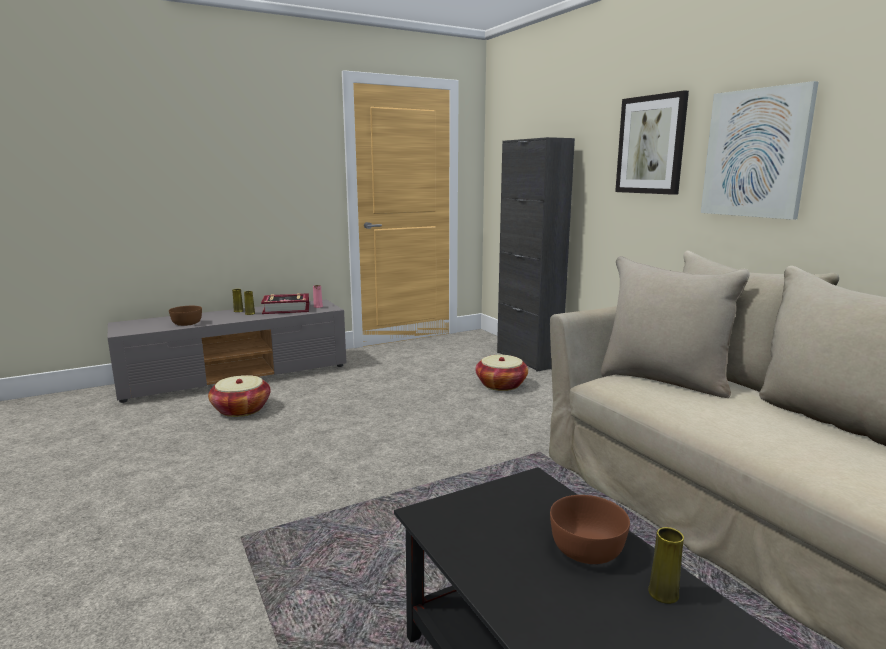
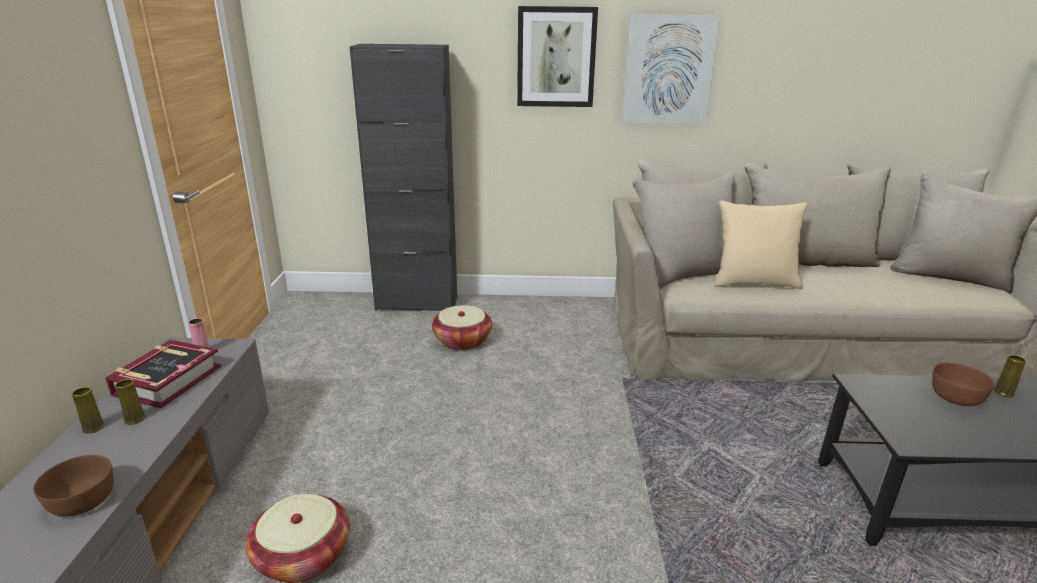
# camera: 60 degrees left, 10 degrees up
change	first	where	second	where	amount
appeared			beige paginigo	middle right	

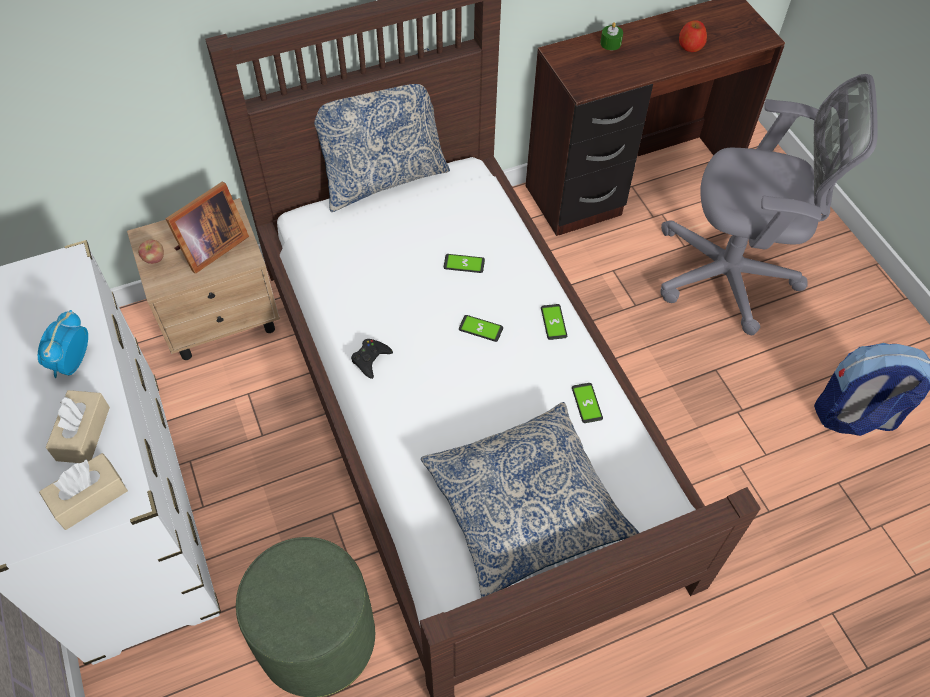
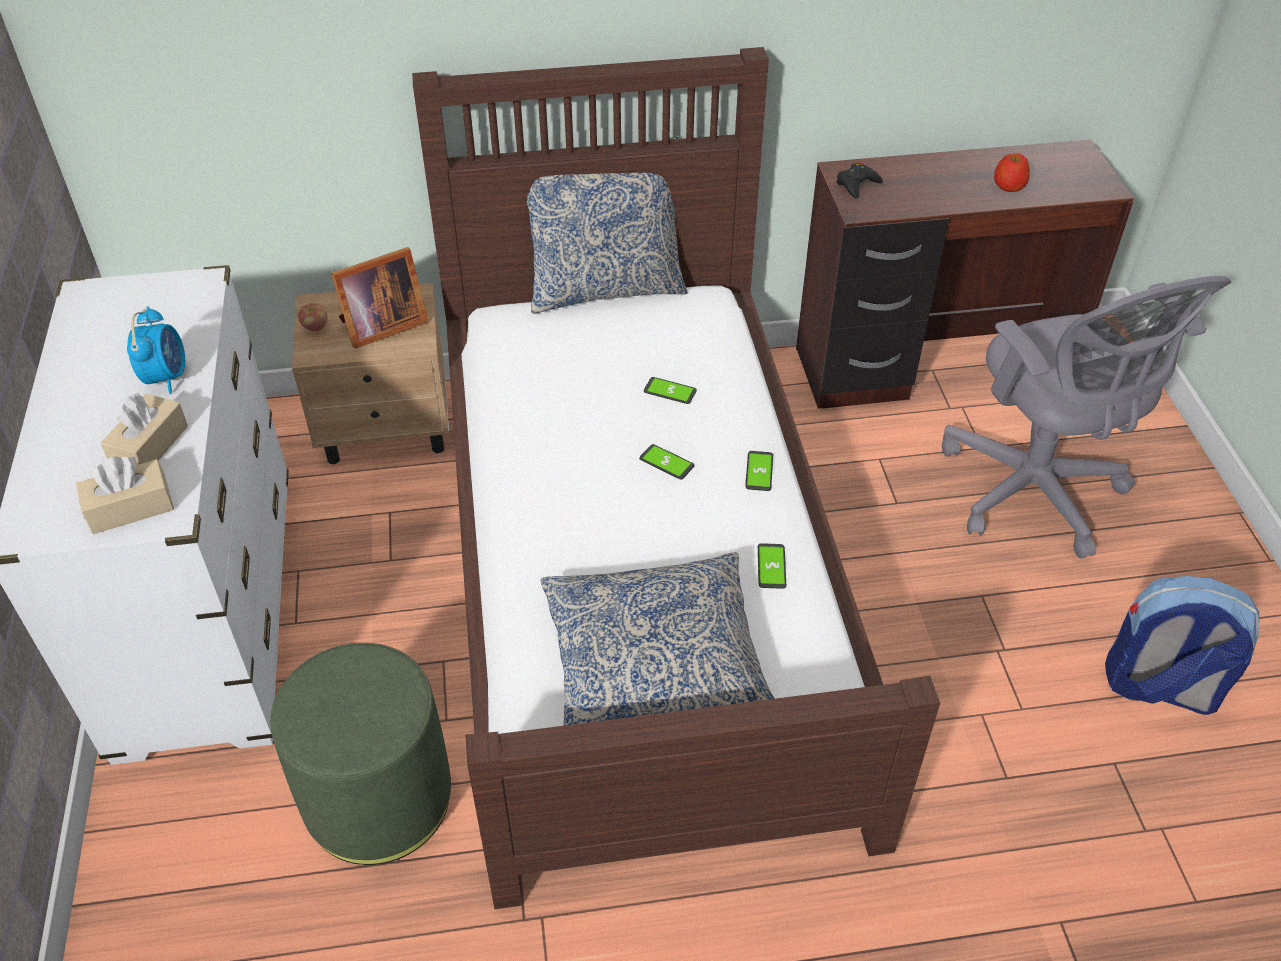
# camera: 15 degrees right, 10 degrees down
change	first	where	second	where	amount
missing	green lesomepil	top centre			
spun	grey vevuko	top right		middle right	45 degrees clockwise
spun	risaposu	middle left		middle left	150 degrees clockwise
relocated	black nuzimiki	centre		top right	

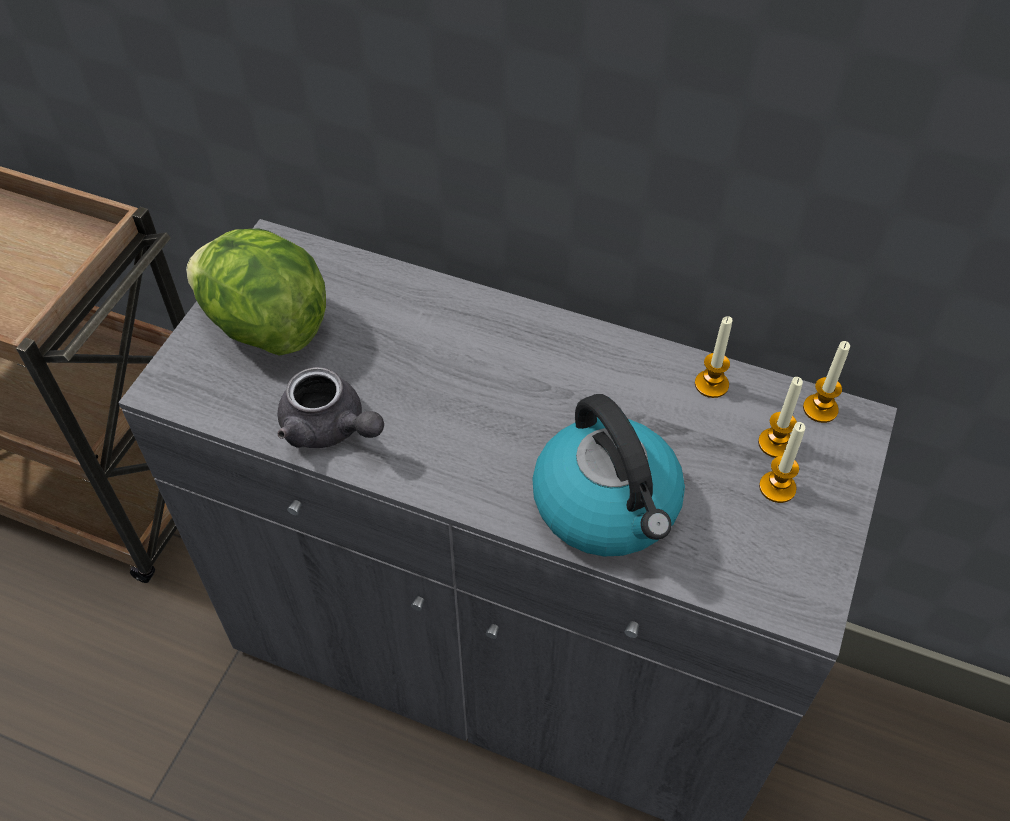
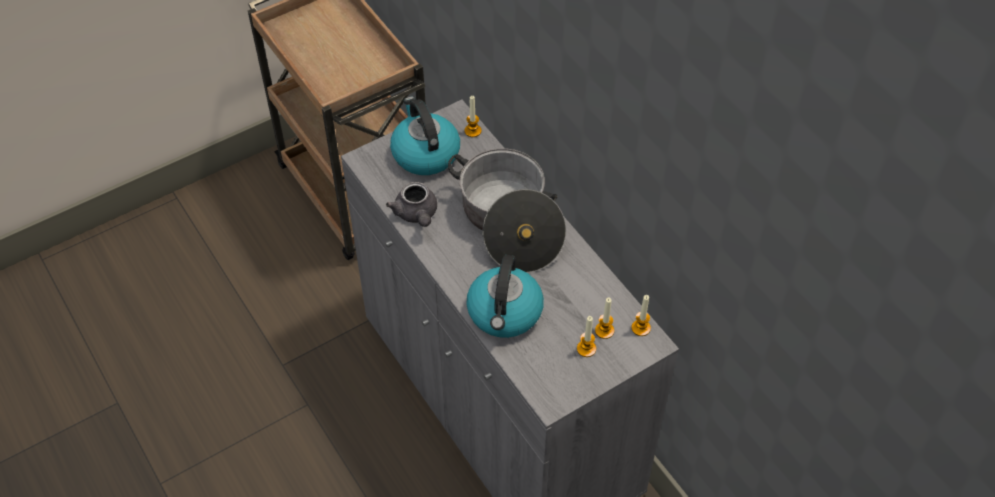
# camera: 35 degrees right, 0 degrees up
change	first	where	second	where	amount
exchanged	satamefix	middle left	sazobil (no. 1 from left)	top centre	
relocated	lesomepil (no. 1 from left)	middle right		top centre	
appeared			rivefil	centre	

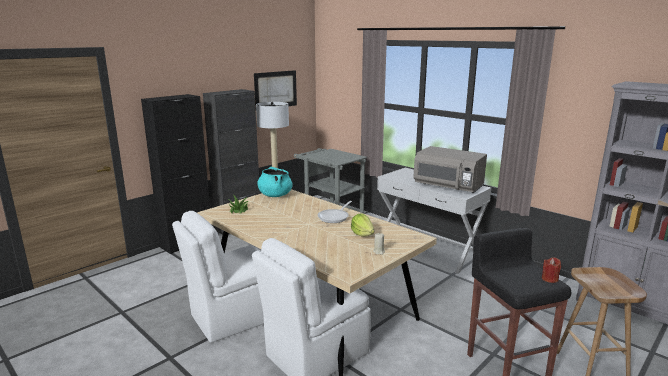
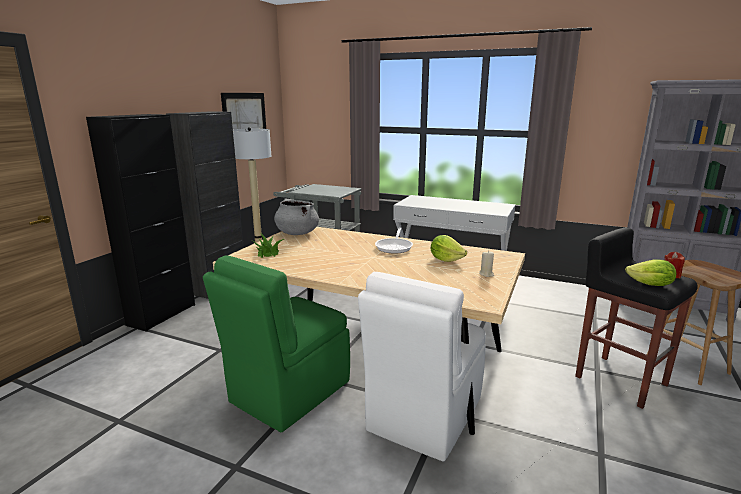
# camera: 20 degrees left, 0 degrees up
change	first	where	second	where	amount
missing	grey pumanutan	middle right			
colour	turquoise rivefil	centre	grey rivefil	centre	
colour	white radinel (no. 1 from left)	bottom left	green radinel	bottom centre	
appeared			satamefix (no. 2 from left)	middle right	

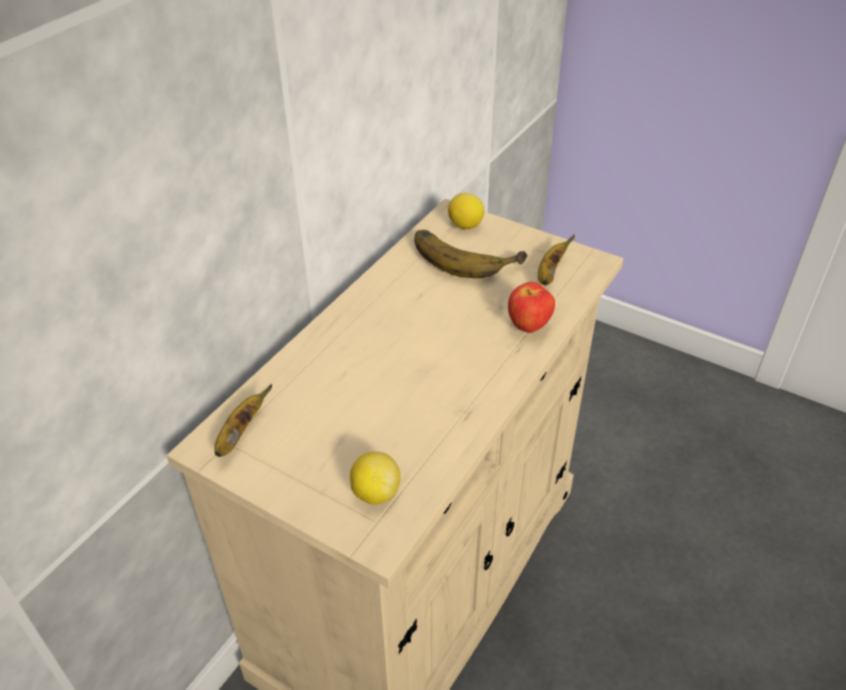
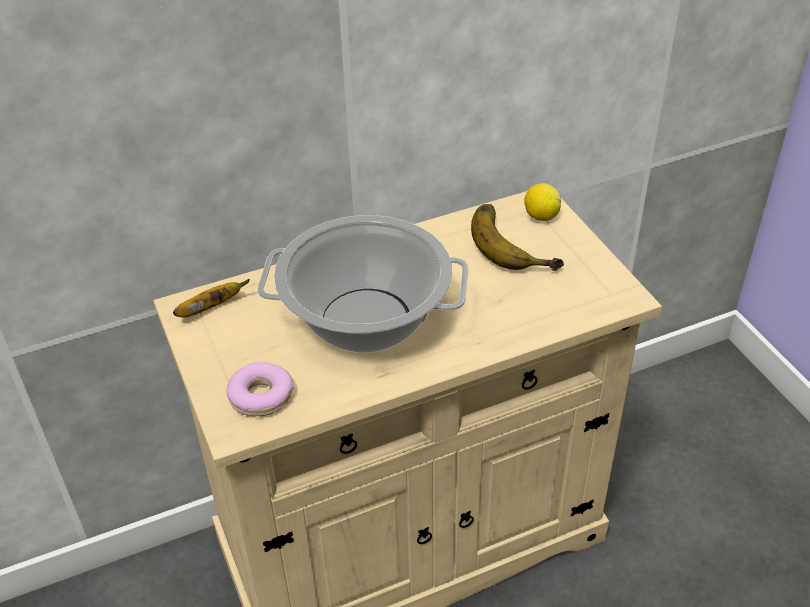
# camera: 35 degrees right, 0 degrees up
change	first	where	second	where	amount
missing	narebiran (no. 3 from left)	centre			
missing	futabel	centre			
exchanged	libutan (no. 1 from left)	bottom centre	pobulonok	middle left	
appeared			rivefil	centre	

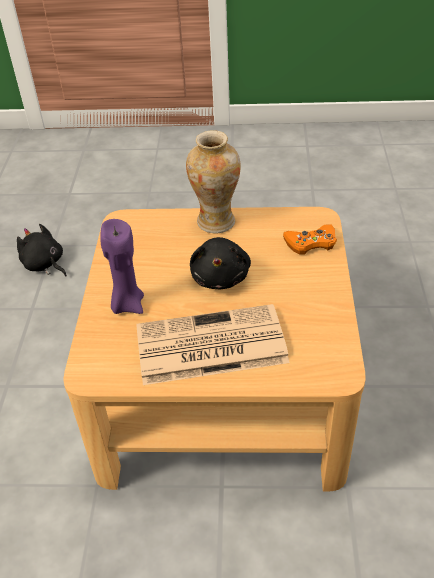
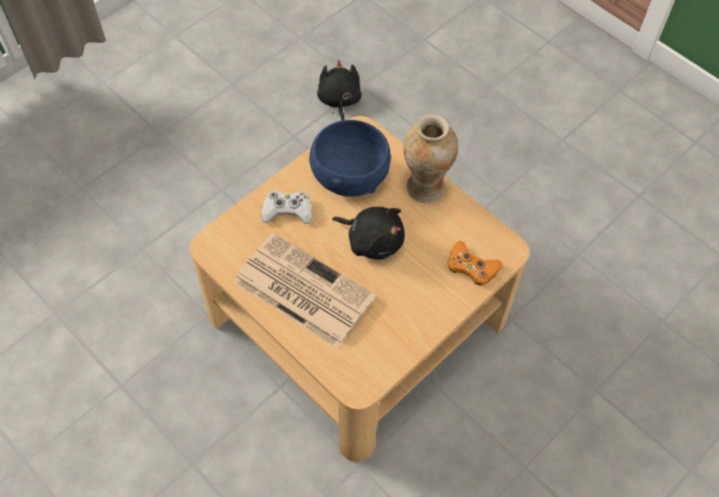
# camera: 40 degrees right, 15 degrees up
change	first	where	second	where	amount
exchanged	purple lesomepil	middle left	white nuzimiki	centre	
spun	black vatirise (no. 2 from left)	centre		centre	105 degrees counterclockwise
appeared			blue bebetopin	top centre	

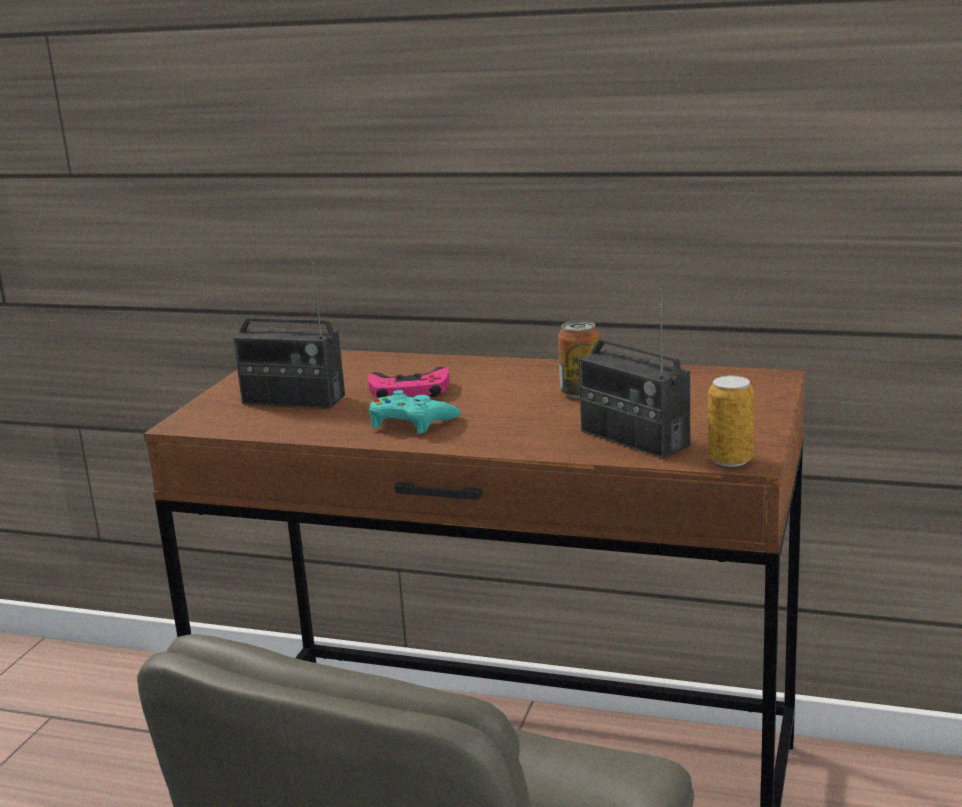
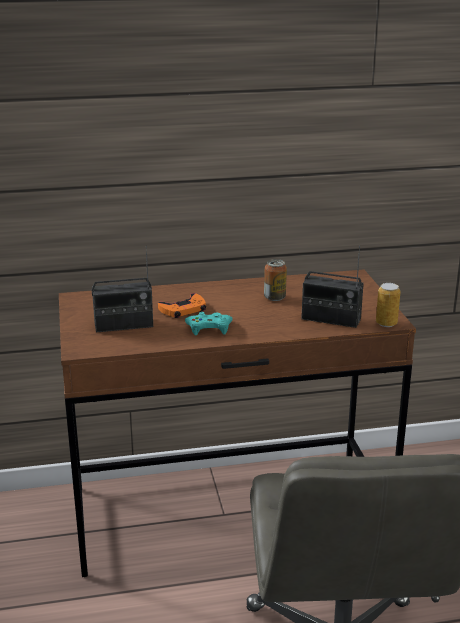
# camera: 30 degrees left, 5 degrees up
change	first	where	second	where	amount
colour	pink nuzimiki	centre	orange nuzimiki	centre	

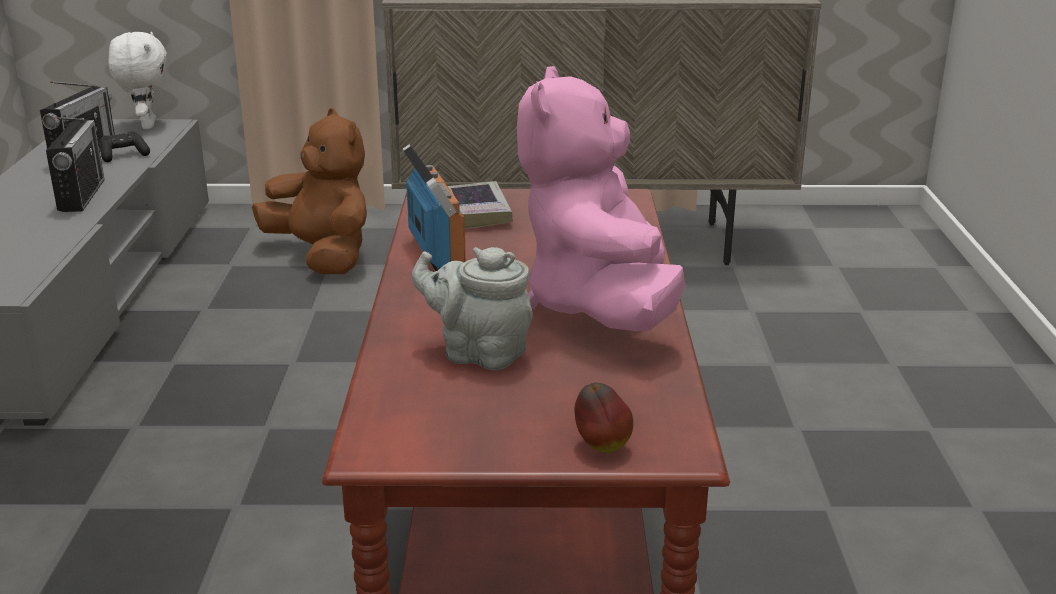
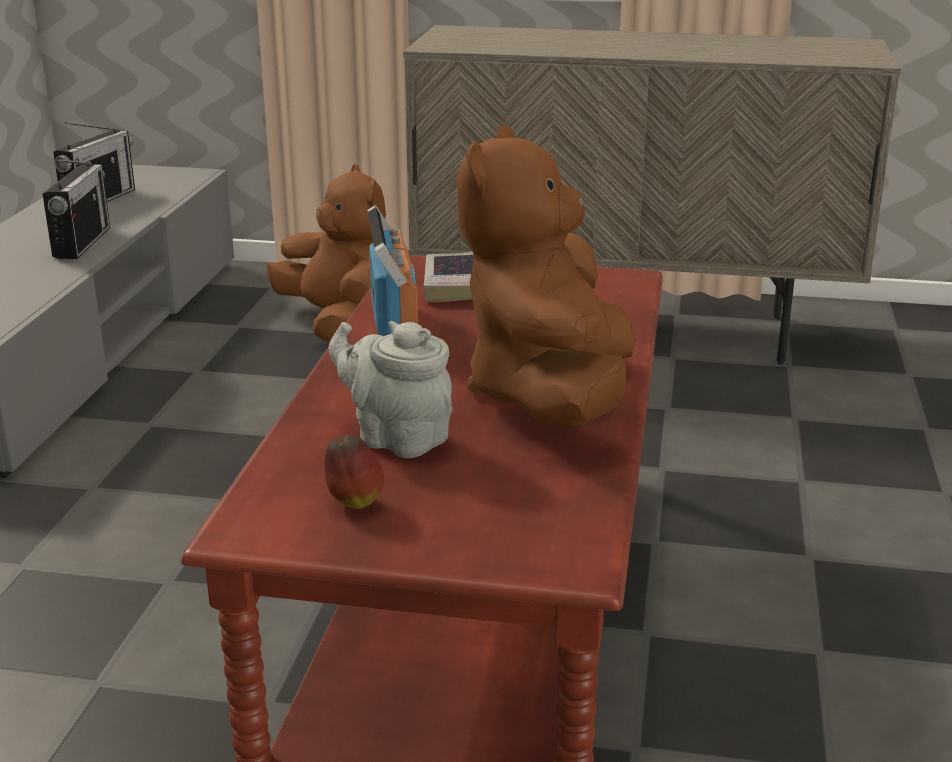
# camera: 10 degrees right, 0 degrees up
change	first	where	second	where	amount
missing	white vatirise	top left			
colour	pink vatirise	centre	brown vatirise (no. 2 from left)	centre	
missing	black nuzimiki	top left			
relocated	futabel	bottom centre		centre	

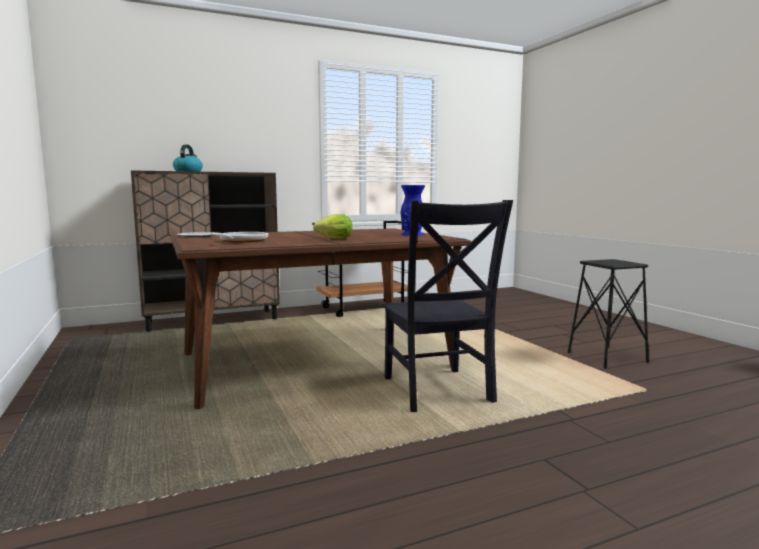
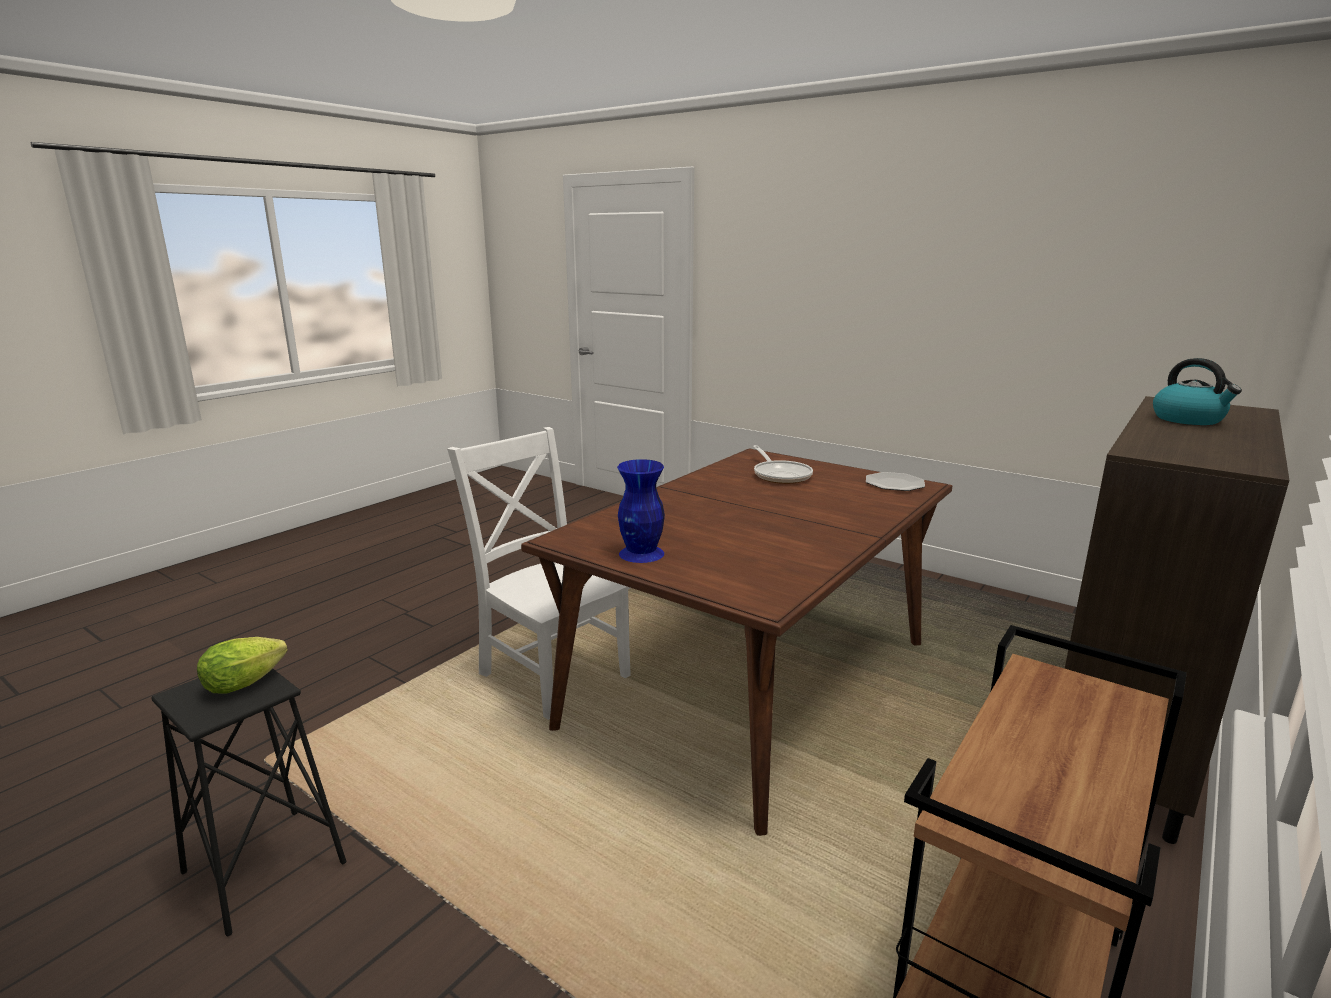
# camera: 150 degrees right, 10 degrees up
change	first	where	second	where	amount
colour	black radinel	centre	white radinel	centre	
relocated	satamefix	centre		middle left	

